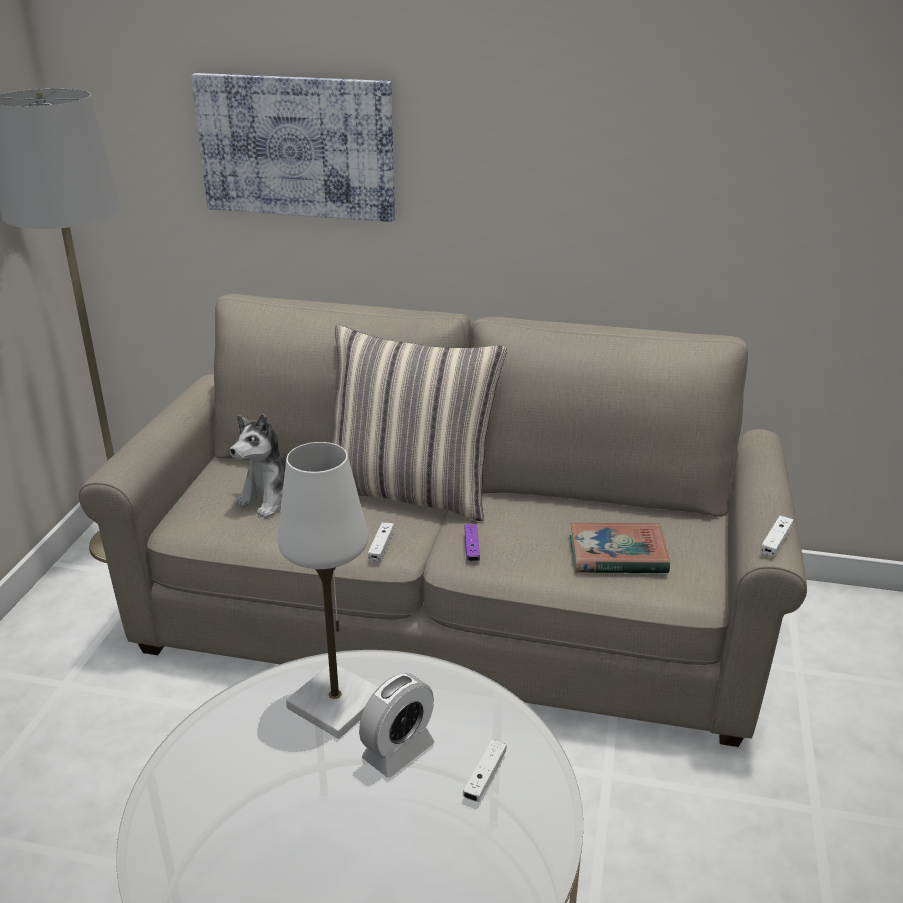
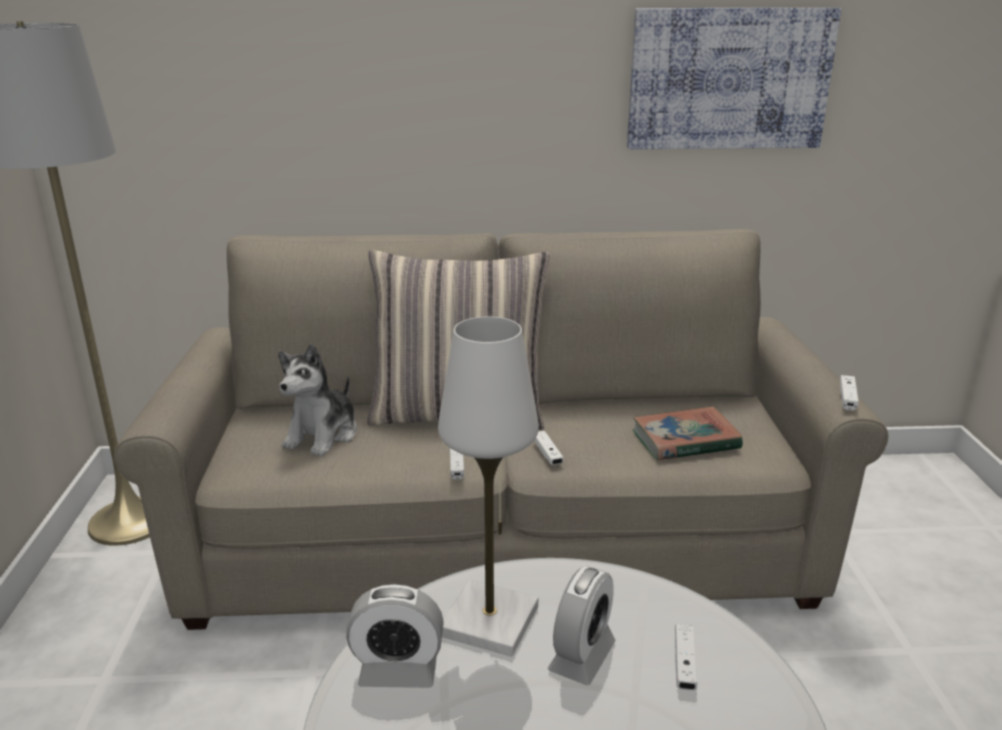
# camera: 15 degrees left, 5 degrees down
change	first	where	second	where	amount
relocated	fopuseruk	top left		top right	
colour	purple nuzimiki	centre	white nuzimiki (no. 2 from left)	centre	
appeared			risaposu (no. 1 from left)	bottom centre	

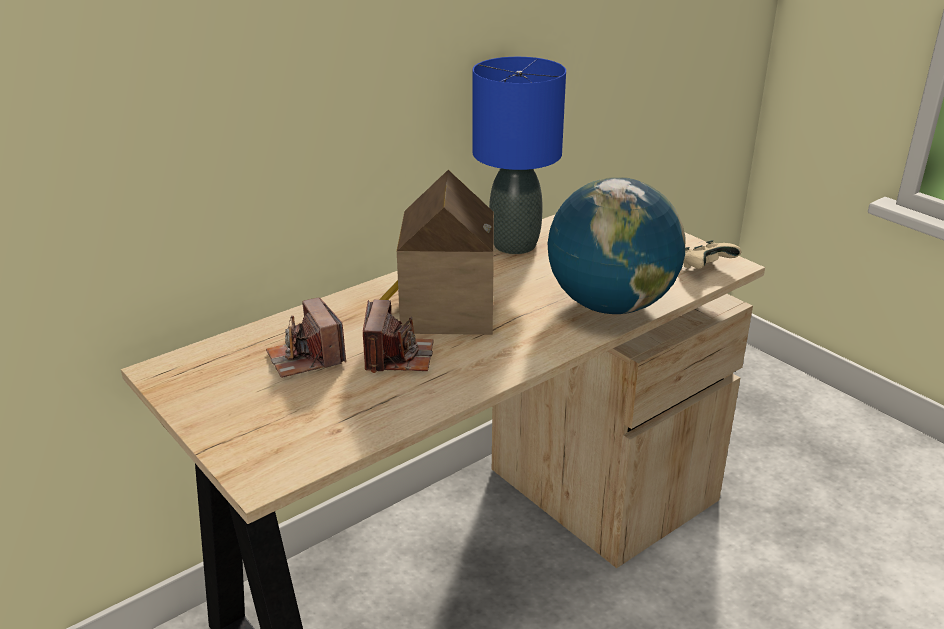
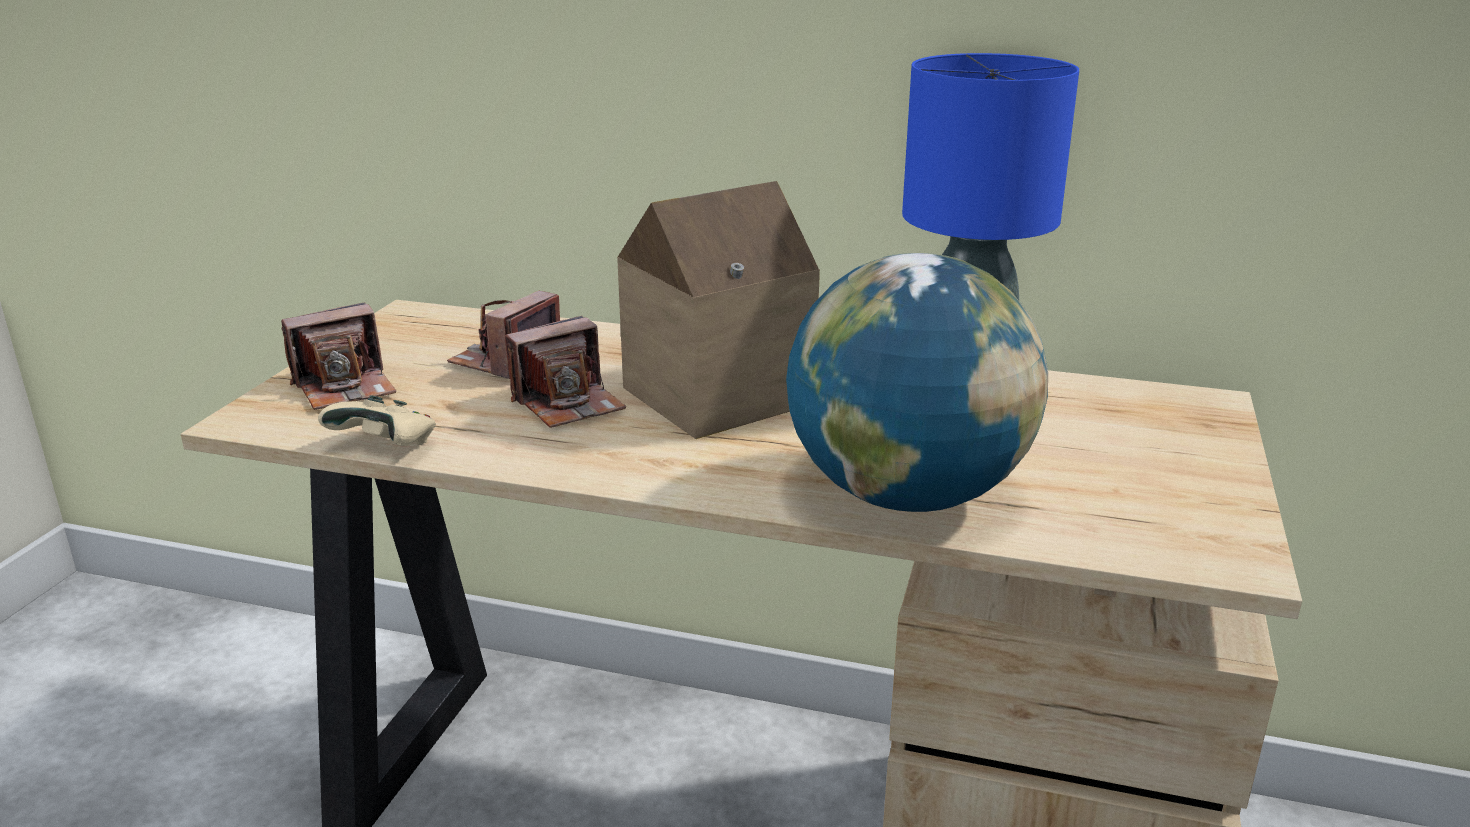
# camera: 55 degrees right, 5 degrees down
change	first	where	second	where	amount
relocated	beige nuzimiki	middle right		middle left	
appeared			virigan (no. 1 from left)	middle left	

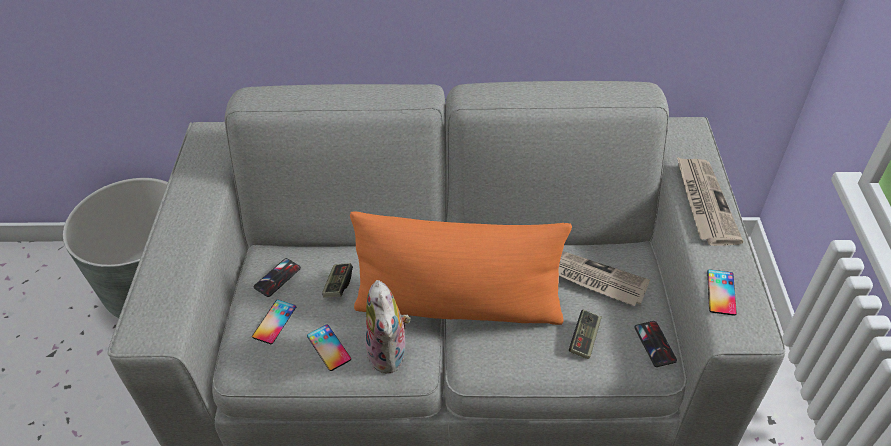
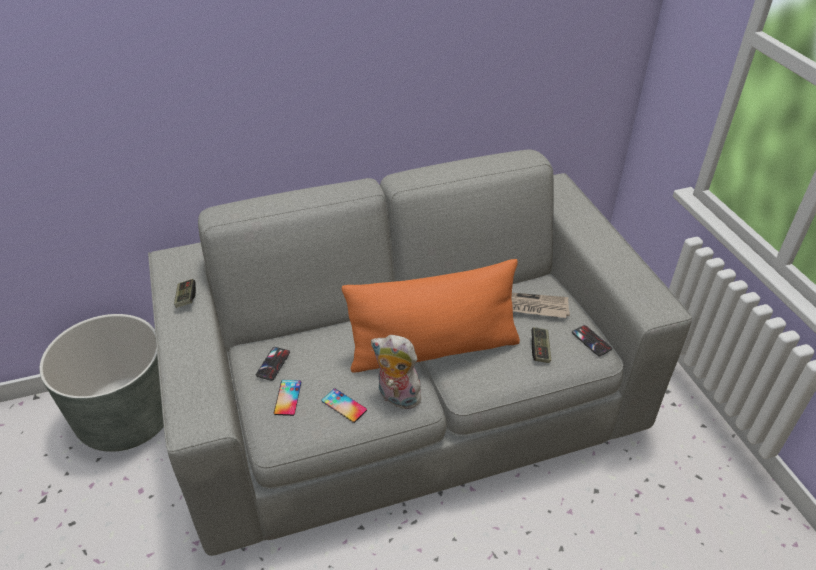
# camera: 20 degrees left, 5 degrees down
change	first	where	second	where	amount
missing	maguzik (no. 2 from left)	middle right			
relocated	nuzimiki (no. 1 from left)	centre		middle left	
missing	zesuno (no. 5 from left)	middle right			
spun	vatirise	bottom centre		centre	150 degrees clockwise

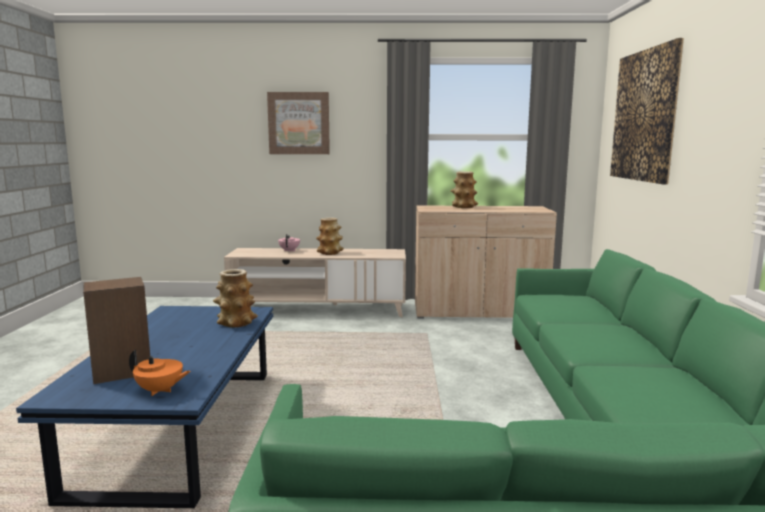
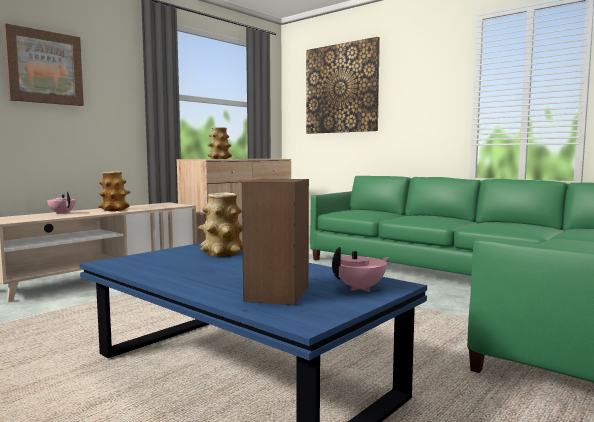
# camera: 50 degrees left, 5 degrees down
change	first	where	second	where	amount
colour	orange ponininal	bottom left	pink ponininal (no. 2 from left)	centre	

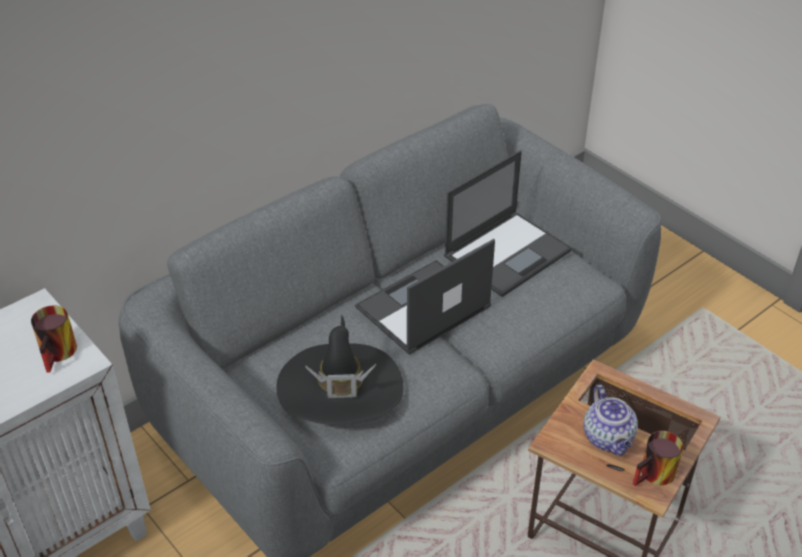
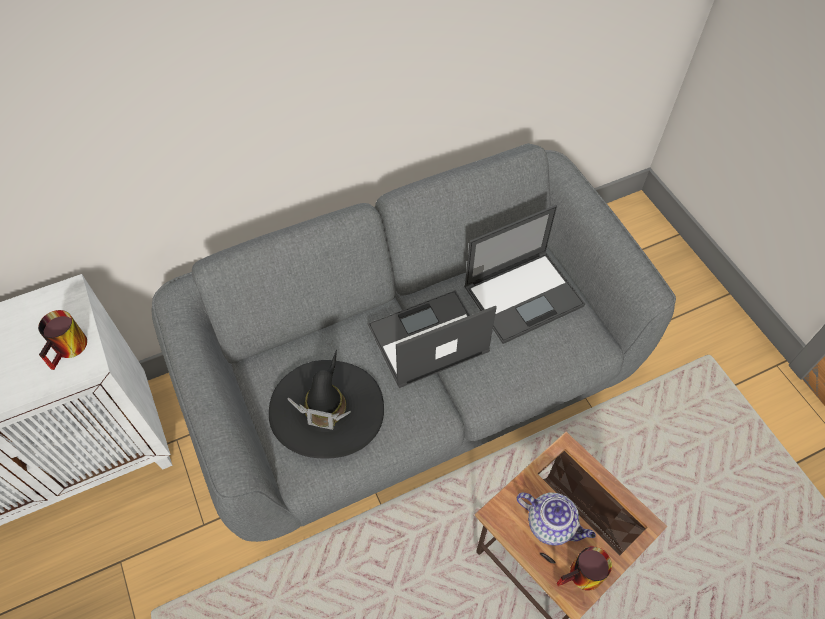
# camera: 15 degrees right, 15 degrees up
change	first	where	second	where	amount
spun	ponininal	bottom right		bottom right	60 degrees counterclockwise

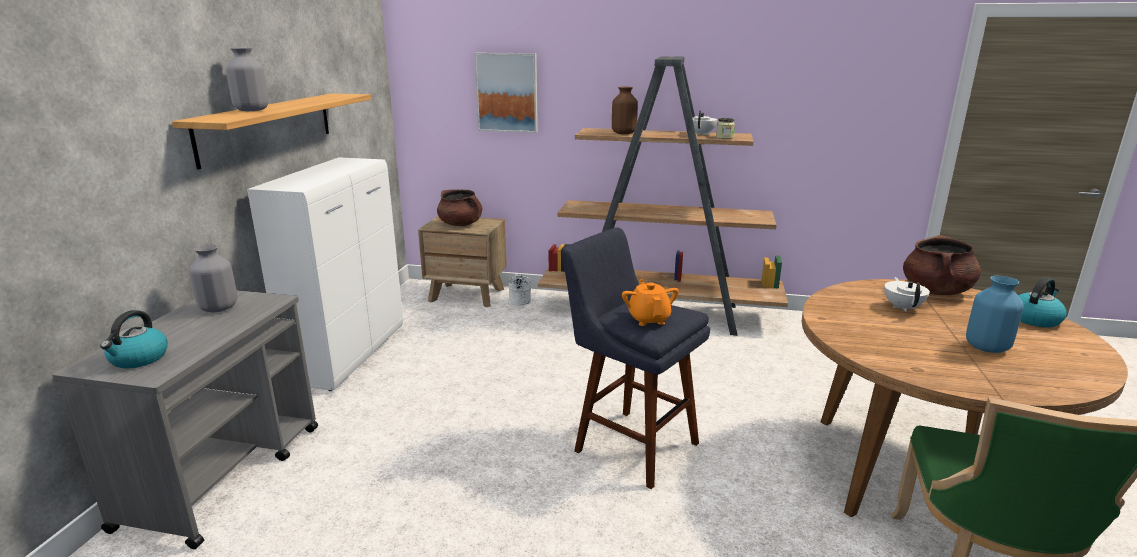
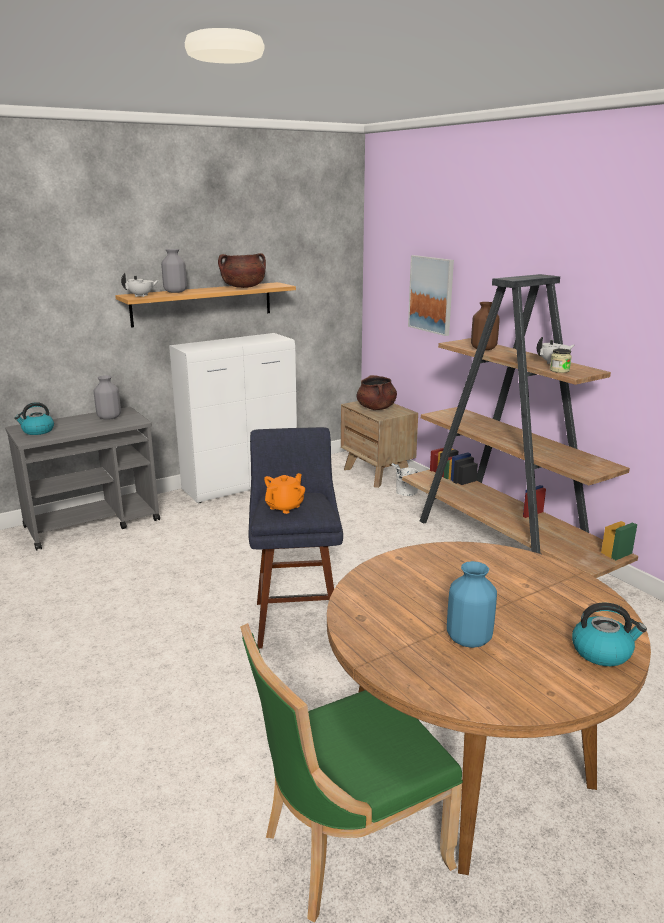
# camera: 45 degrees right, 0 degrees up
change	first	where	second	where	amount
relocated	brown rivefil (no. 2 from left in the first image)	middle right	brown rivefil (no. 1 from left)	top centre	
relocated	white ponininal (no. 2 from left in the first image)	middle right	white ponininal (no. 1 from left)	top left	

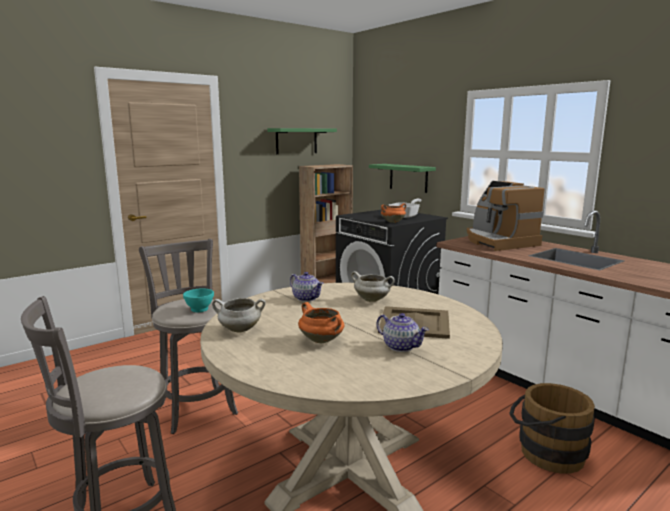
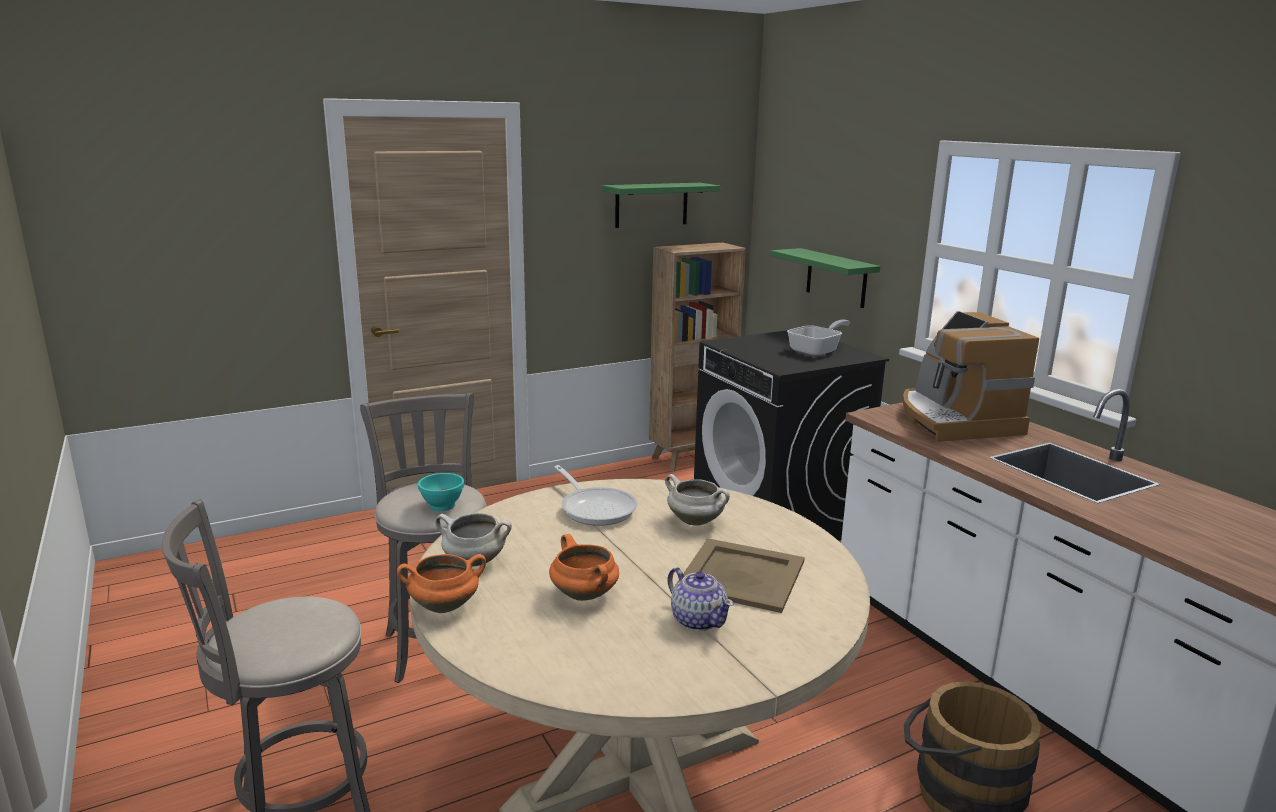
# camera: 10 degrees right, 5 degrees up
change	first	where	second	where	amount
relocated	orange rivefil (no. 2 from left in the first image)	centre	orange rivefil (no. 1 from left)	bottom centre	
exchanged	ponininal (no. 1 from left)	centre	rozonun (no. 1 from left)	centre	

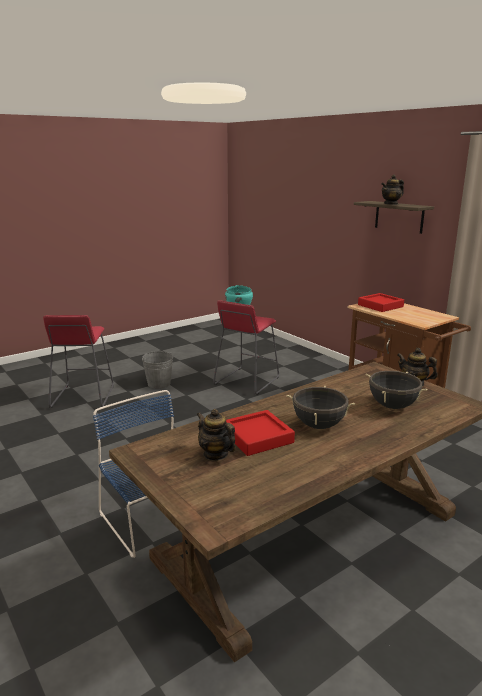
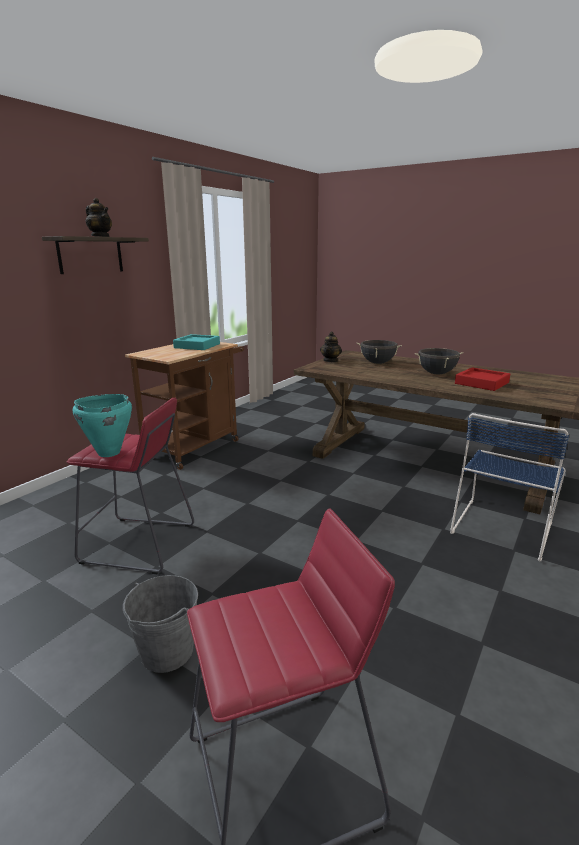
# camera: 110 degrees left, 0 degrees up
change	first	where	second	where	amount
missing	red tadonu (no. 2 from left)	middle right			
missing	ponininal (no. 1 from left)	centre			
appeared			turquoise tadonu	centre	

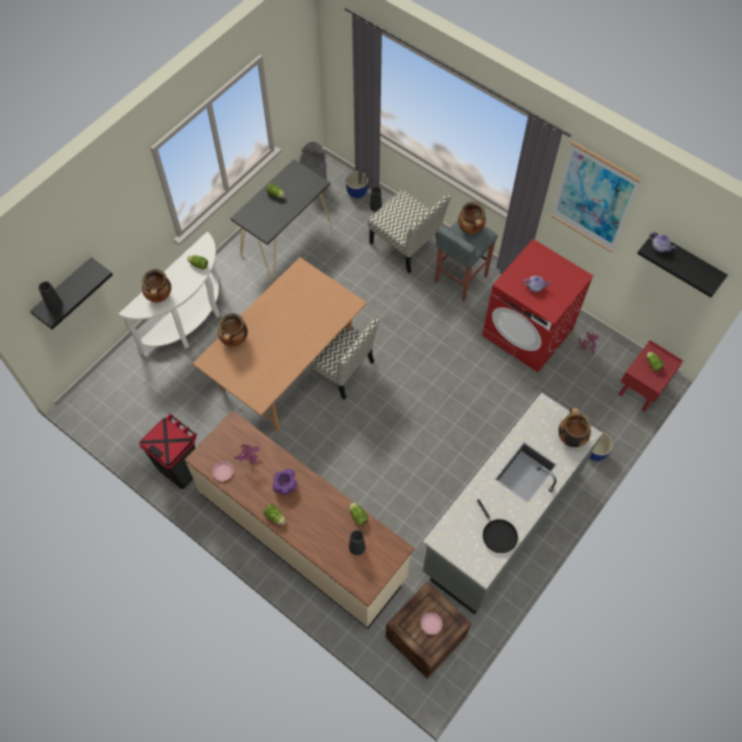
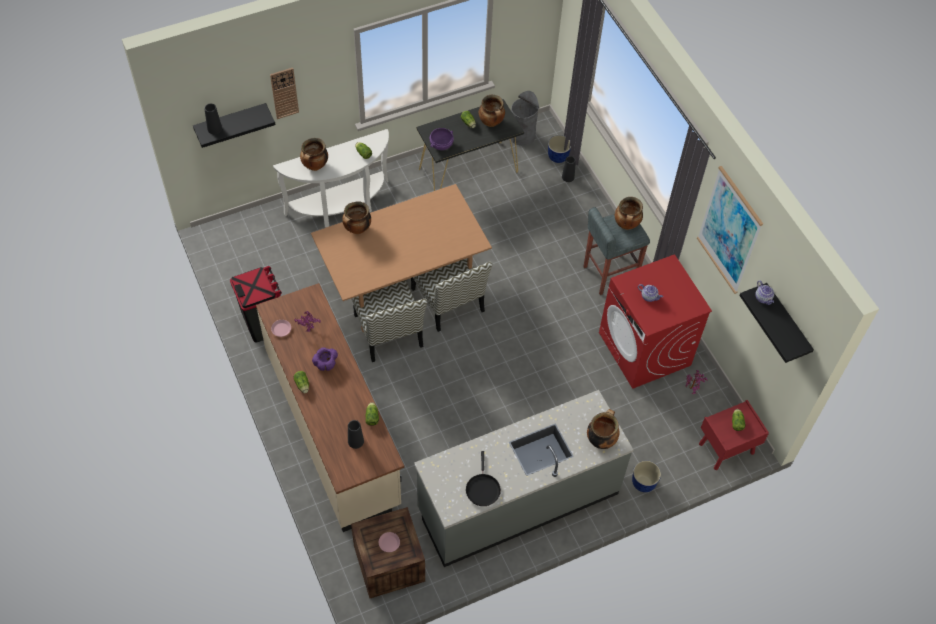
# camera: 25 degrees right, 5 degrees down
change	first	where	second	where	amount
relocated	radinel (no. 2 from left in the first image)	top centre	radinel (no. 1 from left)	centre	
appeared			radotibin	top left	
appeared			rivefil (no. 3 from left)	top centre	
appeared			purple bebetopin (no. 2 from left)	top centre	

